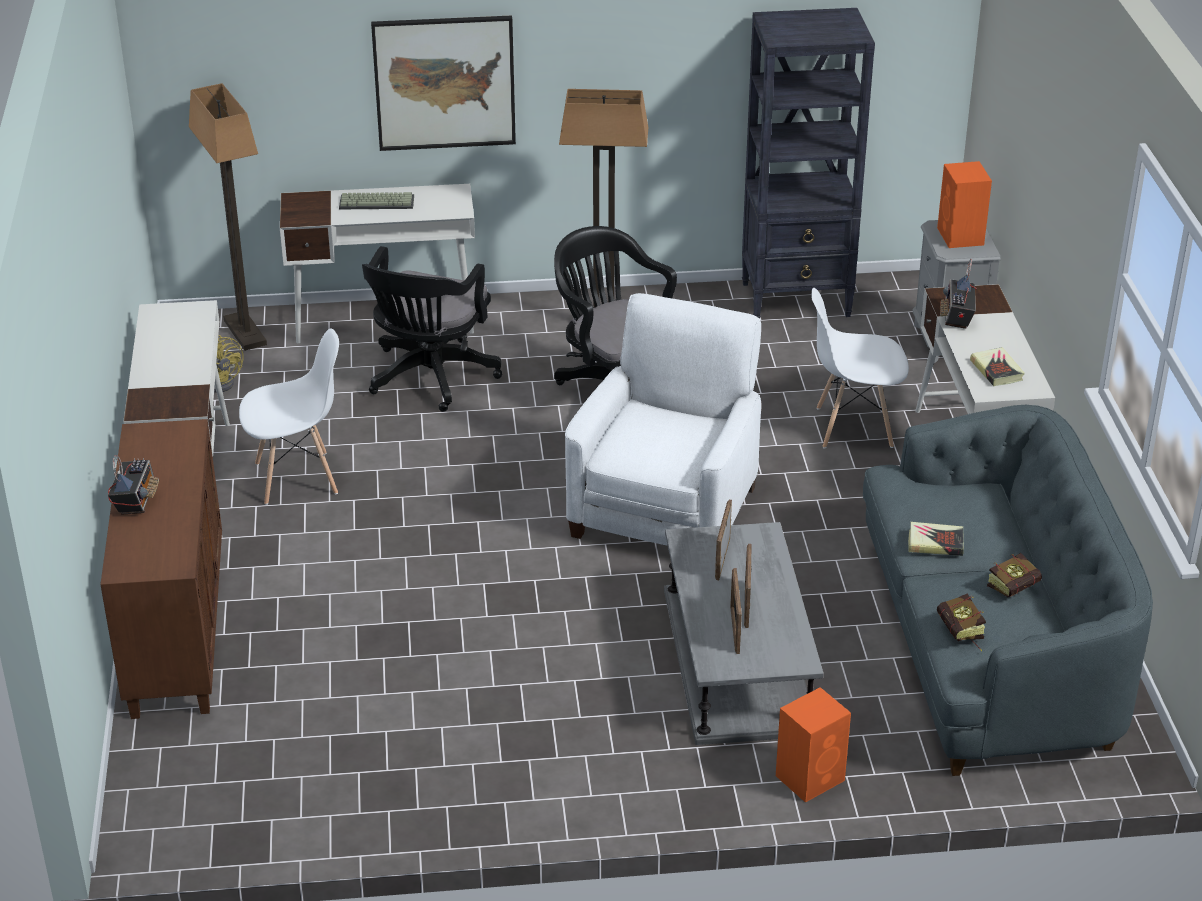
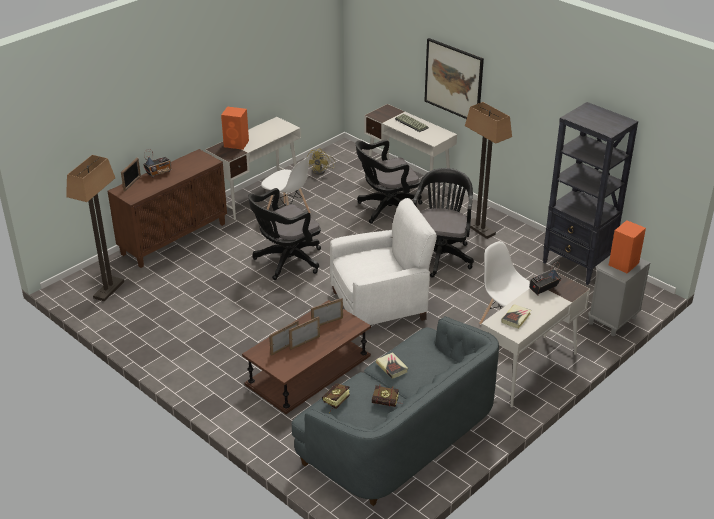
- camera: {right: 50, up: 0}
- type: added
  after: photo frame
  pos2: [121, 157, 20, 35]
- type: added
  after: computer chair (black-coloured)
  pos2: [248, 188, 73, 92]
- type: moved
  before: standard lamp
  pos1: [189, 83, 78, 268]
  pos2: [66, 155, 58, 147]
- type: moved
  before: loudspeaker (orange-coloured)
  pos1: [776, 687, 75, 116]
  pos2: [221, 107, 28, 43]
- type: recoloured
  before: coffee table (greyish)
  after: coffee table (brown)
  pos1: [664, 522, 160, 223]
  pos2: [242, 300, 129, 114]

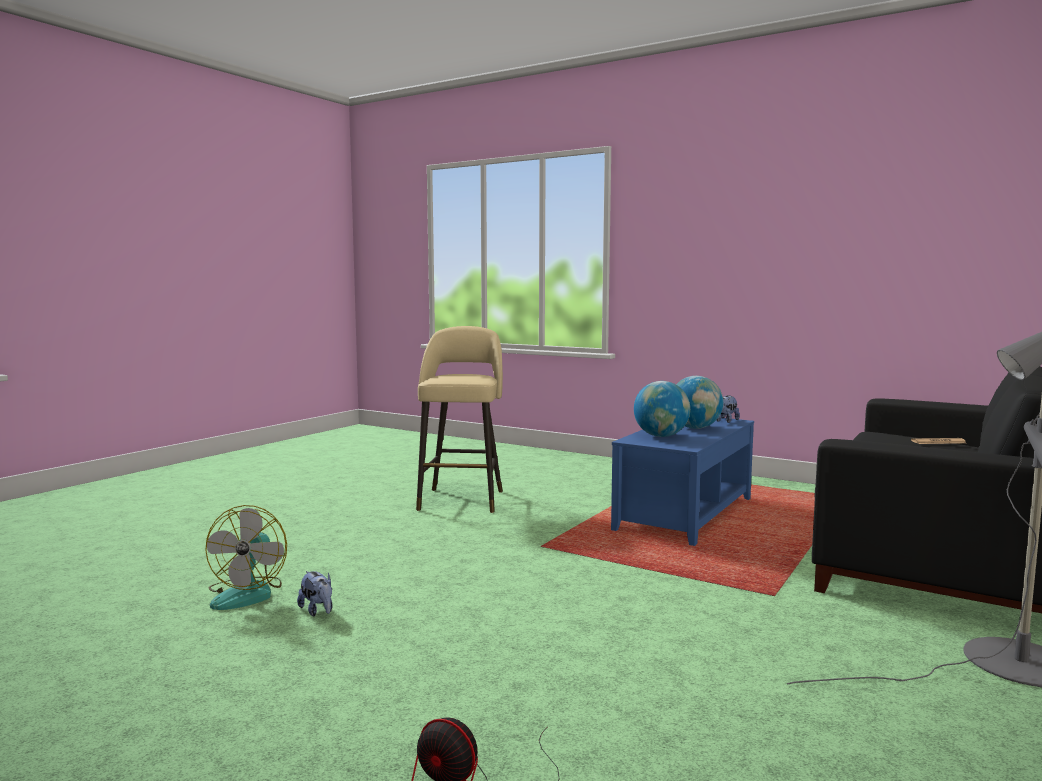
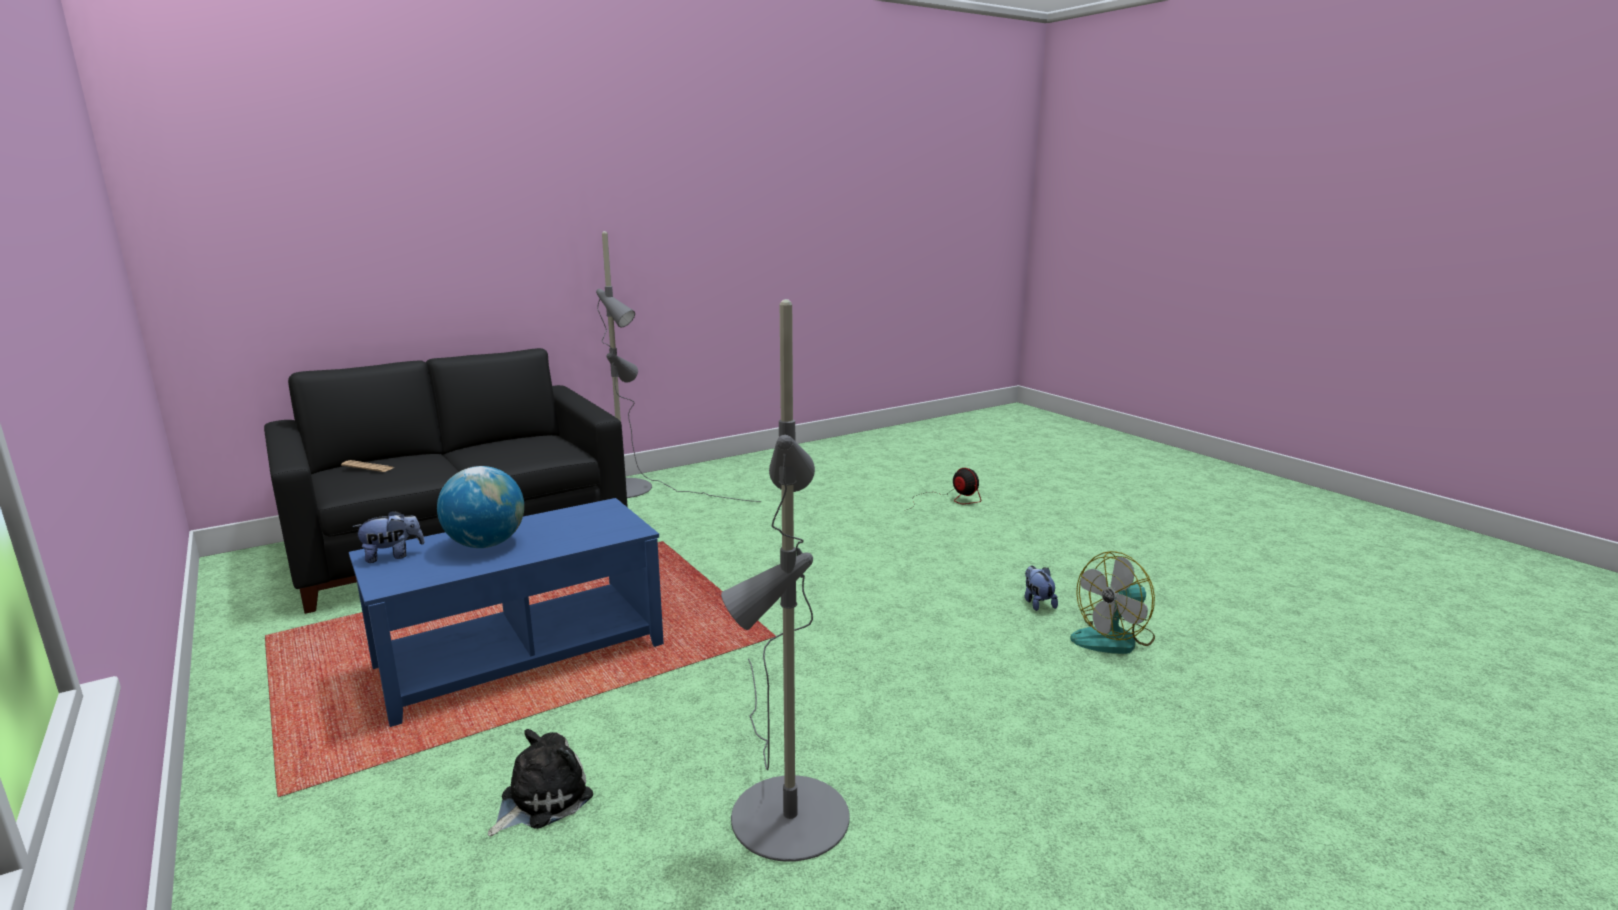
- camera: {right: -155, up: 10}
- type: removed
  before: desk globe
  pos1: [634, 381, 56, 56]
- type: added
  after: plush toy
  pos2: [488, 729, 105, 108]
- type: replaced
  before: stool seat (beige-coloured)
  after: standard lamp (greyish)
  pos1: [416, 326, 87, 187]
  pos2: [721, 299, 129, 563]
- type: turned
  before: cooling fan
  pos1: [206, 505, 81, 105]
  pos2: [1070, 551, 85, 103]
  turn: -150

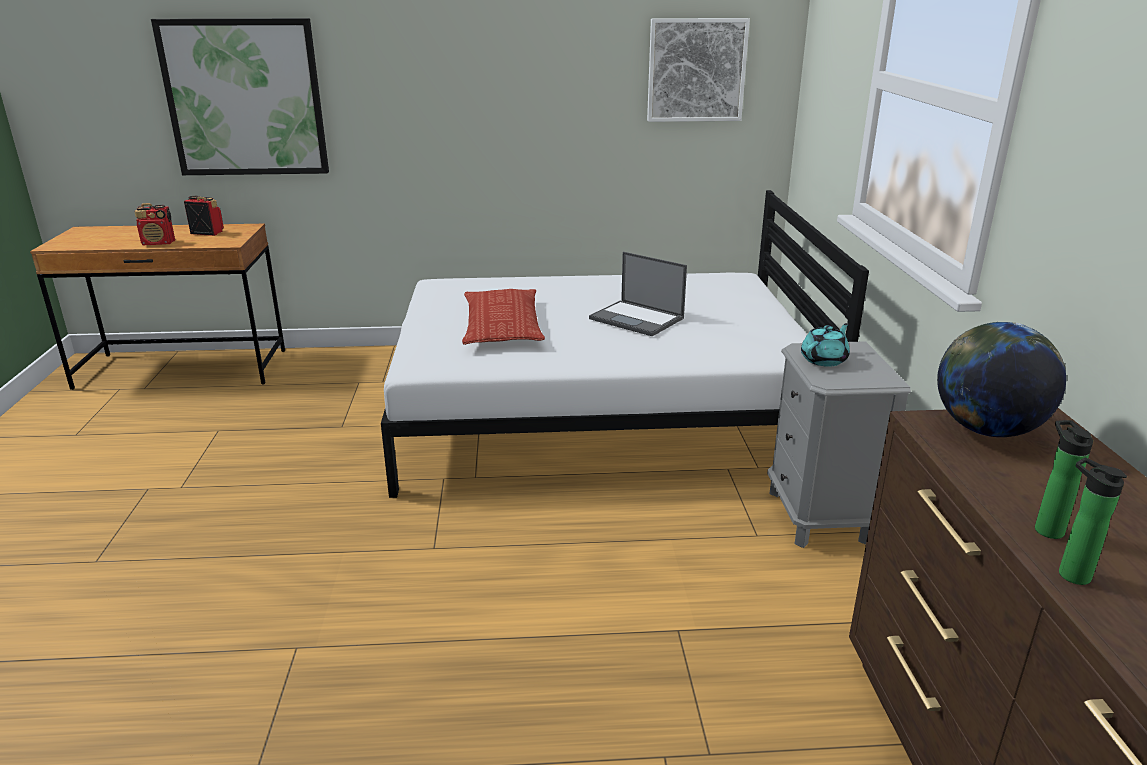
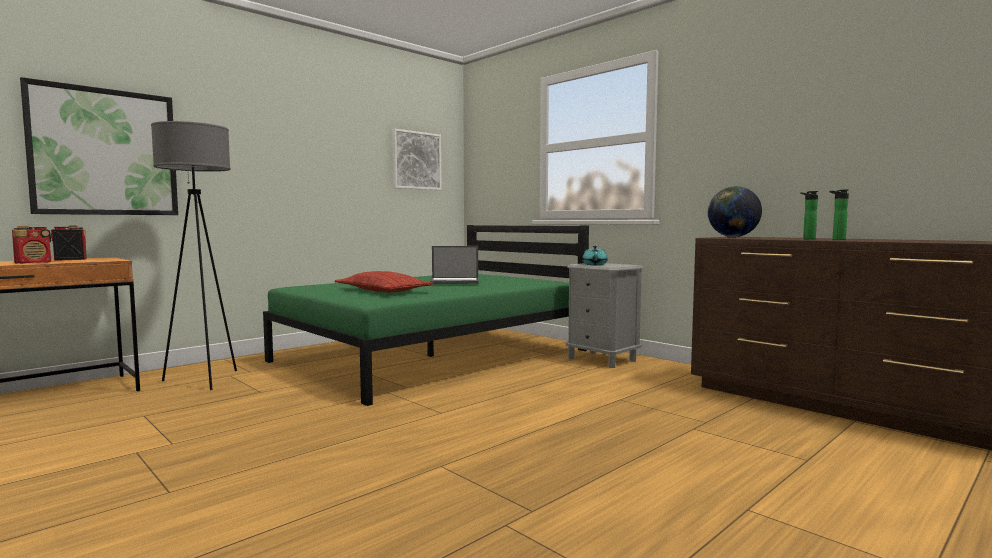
- camera: {right: -40, up: -20}
- type: added
  after: standard lamp (greyish)
  pos2: [151, 121, 86, 269]
- type: recoloured
  before: bed (white)
  after: bed (green-coloured)
  pos1: [381, 190, 488, 308]
  pos2: [263, 225, 326, 181]

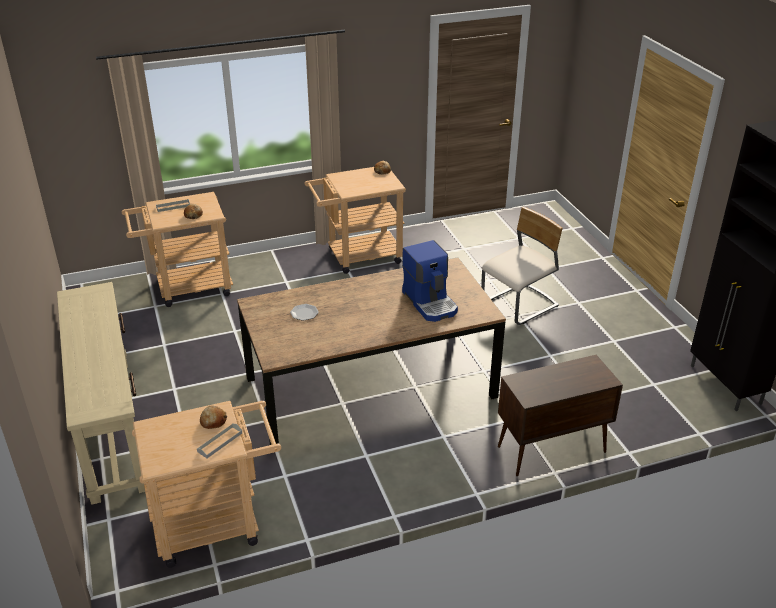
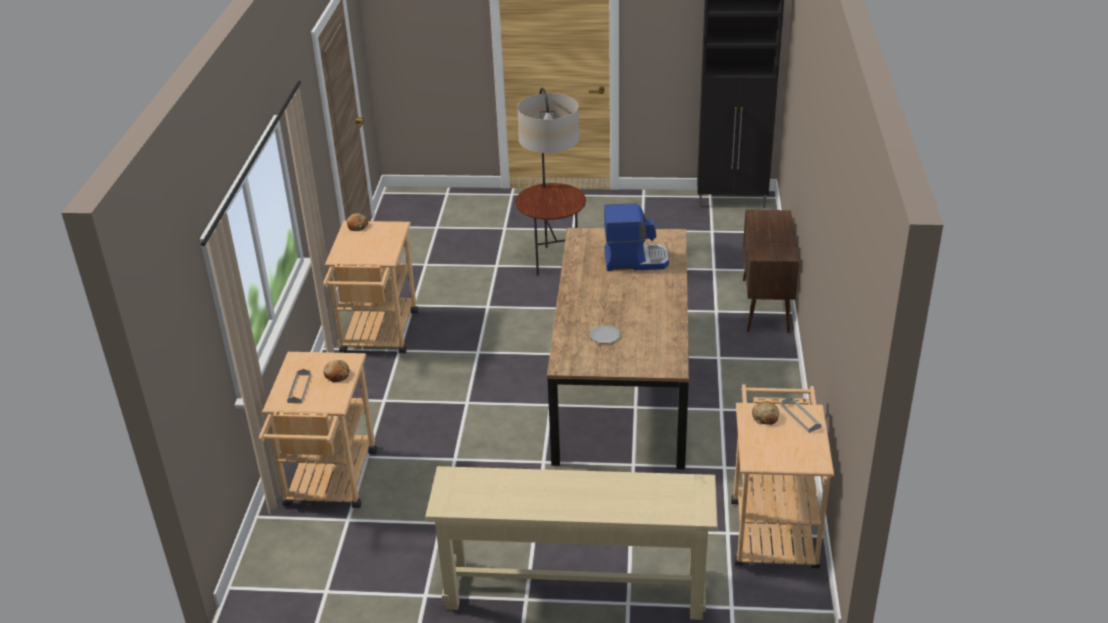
- camera: {right: -65, up: 0}
- type: replaced
  before: upright chair (beige-coloured)
  after: standard lamp
  pos1: [481, 207, 82, 118]
  pos2: [515, 88, 71, 188]

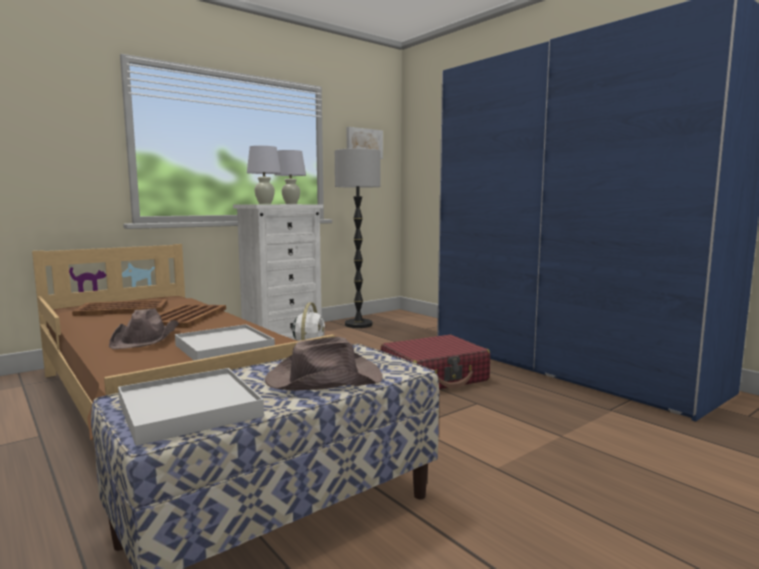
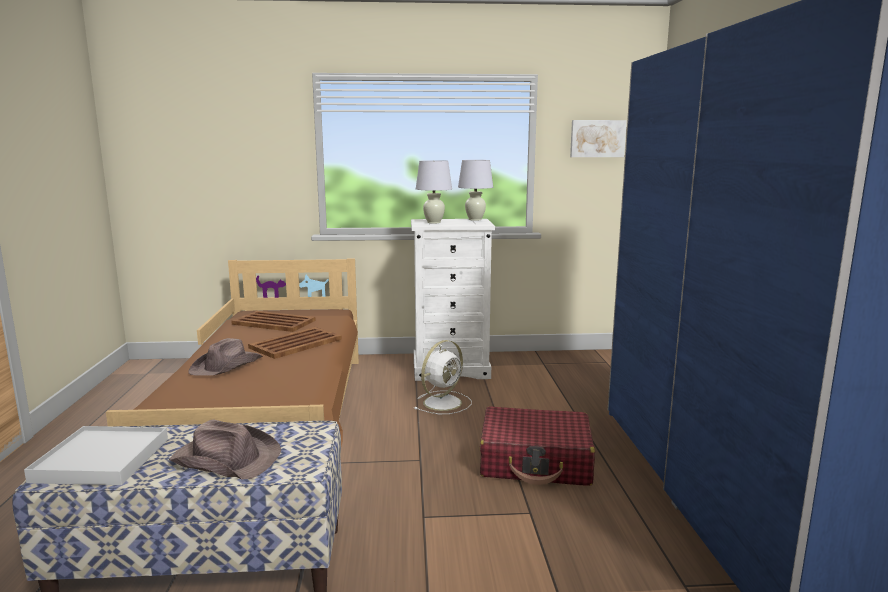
- camera: {right: 35, up: 5}
- type: removed
  before: tray (white)
  pos1: [175, 324, 100, 36]
- type: removed
  before: standard lamp
  pos1: [335, 148, 46, 180]

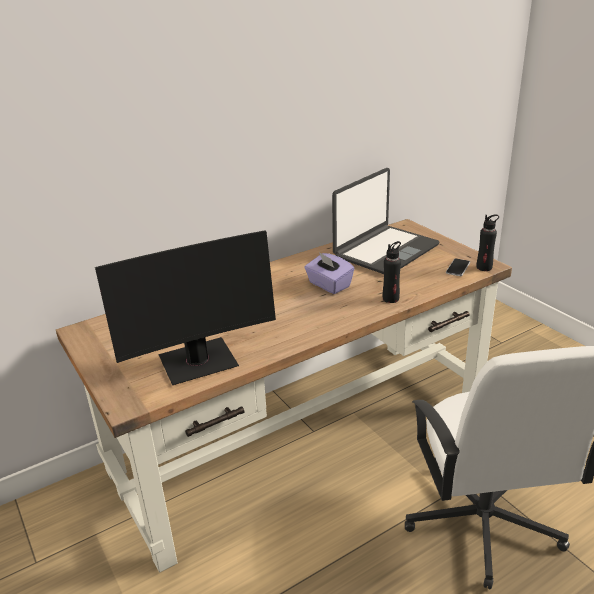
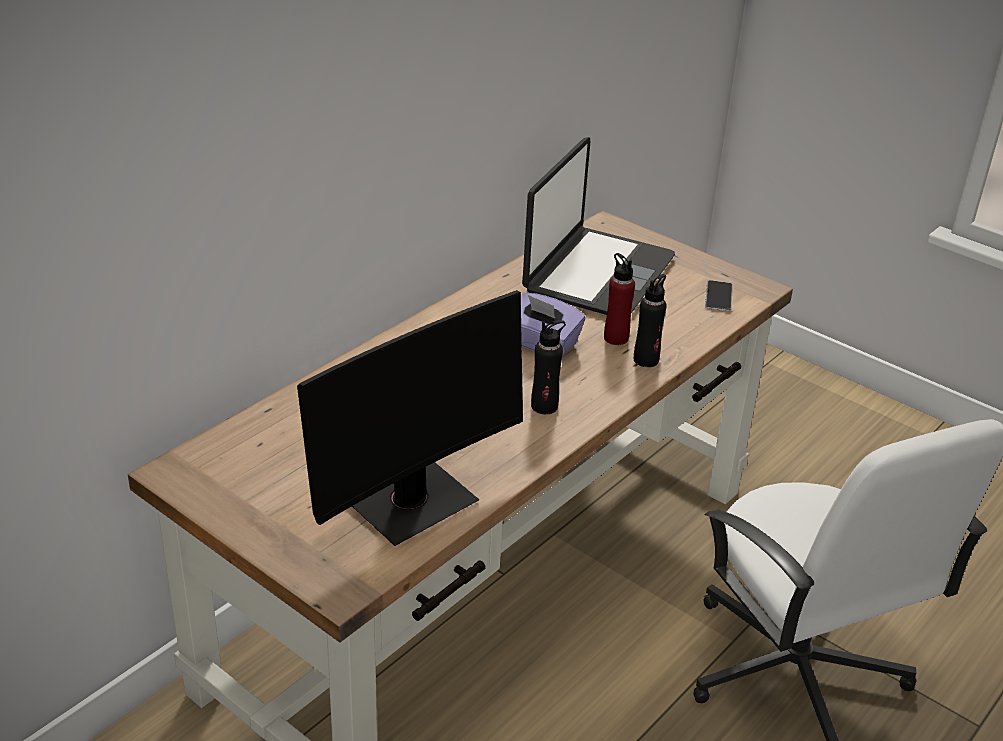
- camera: {right: -20, up: 5}
- type: added
  after: bottle (reddish)
  pos2: [604, 253, 31, 92]
- type: moved
  before: bottle (black-coloured)
  pos1: [477, 215, 22, 56]
  pos2: [531, 320, 35, 94]

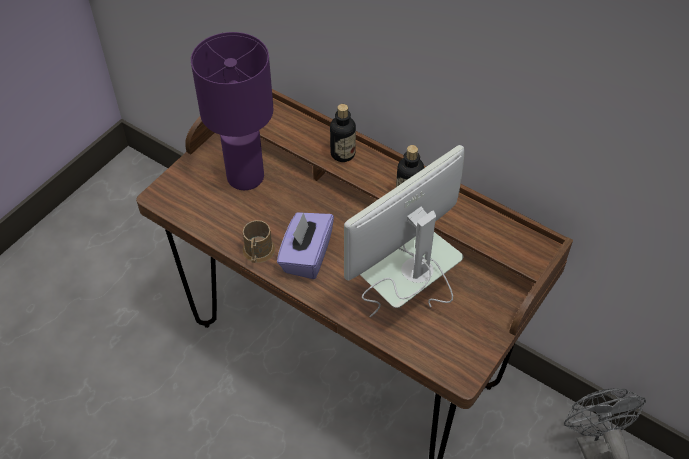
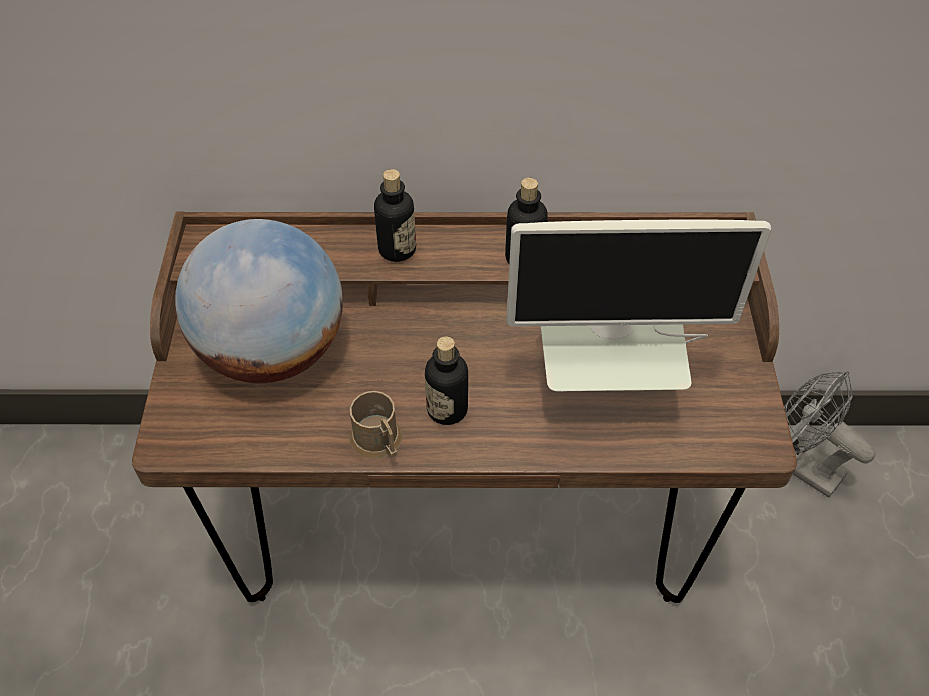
- camera: {right: -35, up: 0}
- type: replaced
  before: lamp for a table (purplish)
  after: desk globe
  pos1: [191, 32, 82, 158]
  pos2: [175, 219, 168, 164]
- type: replaced
  before: tissue holder (purplish)
  after: bottle
  pos1: [277, 212, 57, 67]
  pos2: [425, 337, 43, 88]
- type: turned
  before: computer screen
  pos1: [344, 145, 120, 173]
  pos2: [506, 220, 266, 171]
  turn: -105

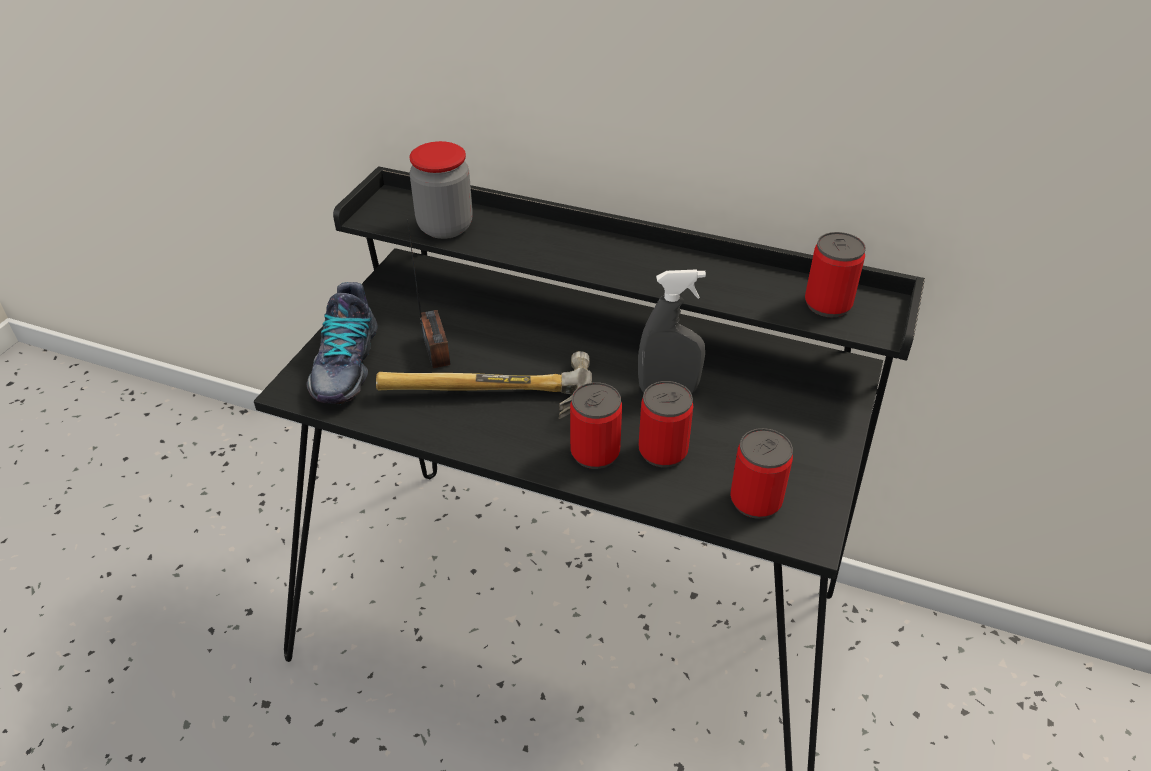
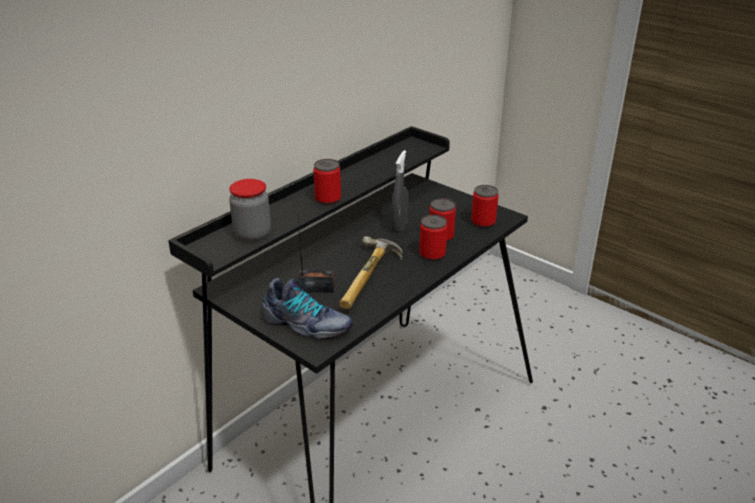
- camera: {right: -70, up: -10}
- type: moved
  before: metal can
  pos1: [805, 232, 61, 85]
  pos2: [313, 159, 28, 46]

